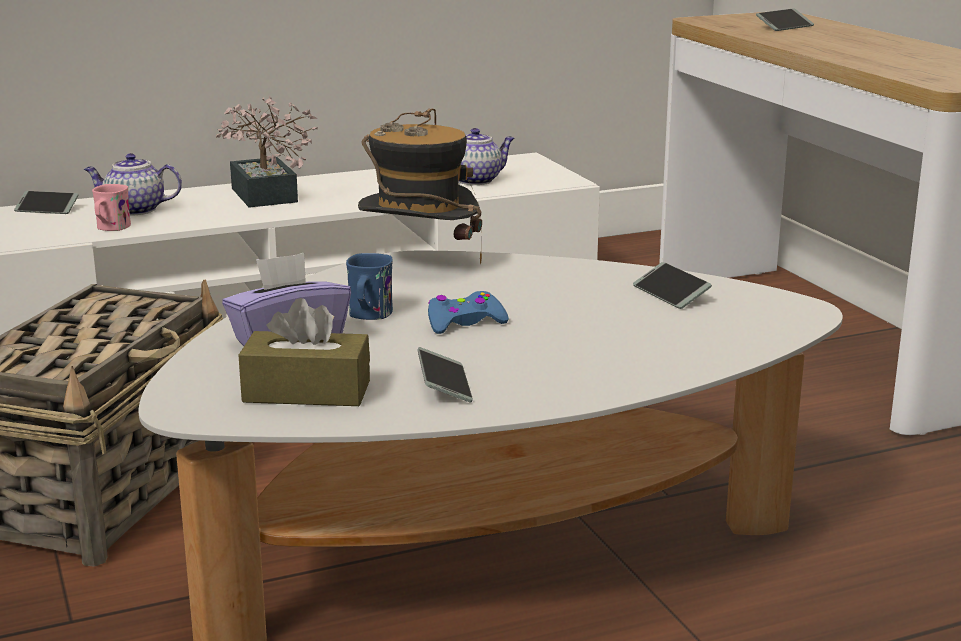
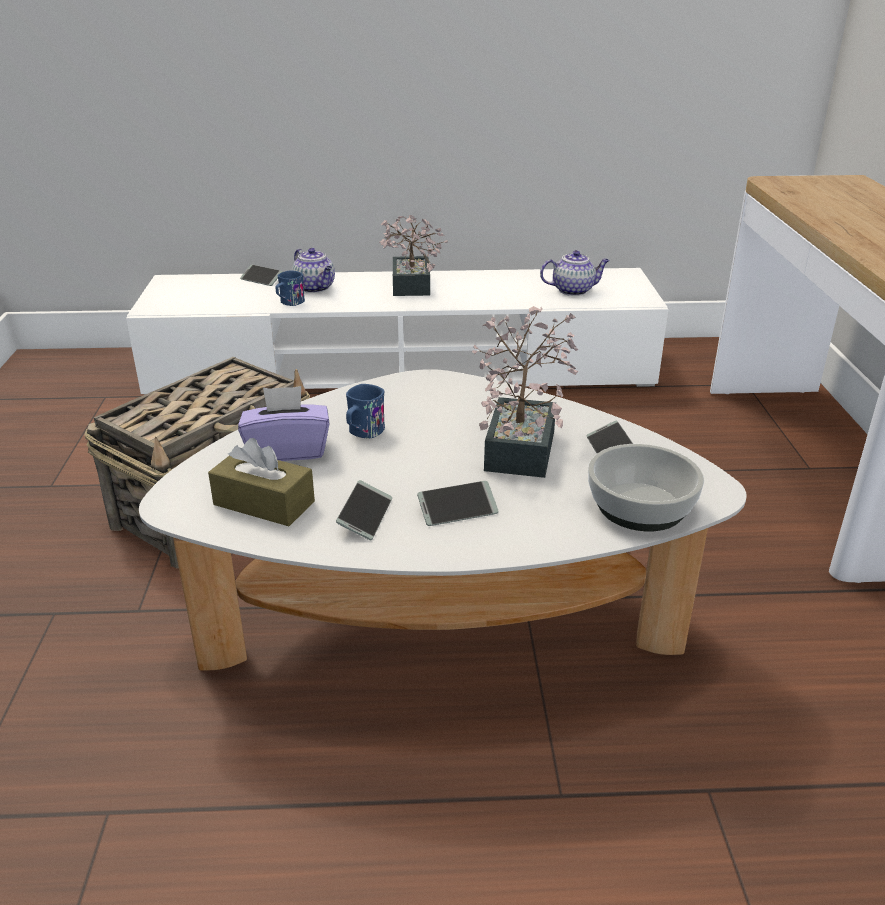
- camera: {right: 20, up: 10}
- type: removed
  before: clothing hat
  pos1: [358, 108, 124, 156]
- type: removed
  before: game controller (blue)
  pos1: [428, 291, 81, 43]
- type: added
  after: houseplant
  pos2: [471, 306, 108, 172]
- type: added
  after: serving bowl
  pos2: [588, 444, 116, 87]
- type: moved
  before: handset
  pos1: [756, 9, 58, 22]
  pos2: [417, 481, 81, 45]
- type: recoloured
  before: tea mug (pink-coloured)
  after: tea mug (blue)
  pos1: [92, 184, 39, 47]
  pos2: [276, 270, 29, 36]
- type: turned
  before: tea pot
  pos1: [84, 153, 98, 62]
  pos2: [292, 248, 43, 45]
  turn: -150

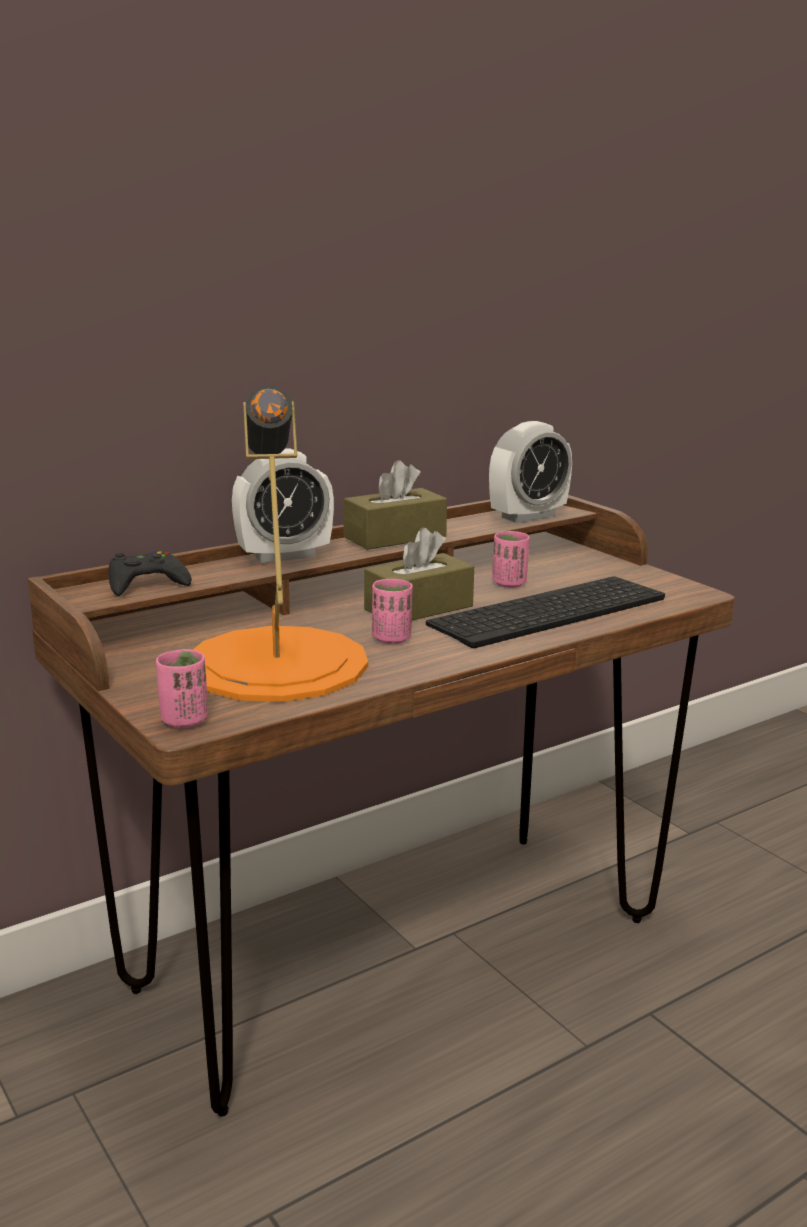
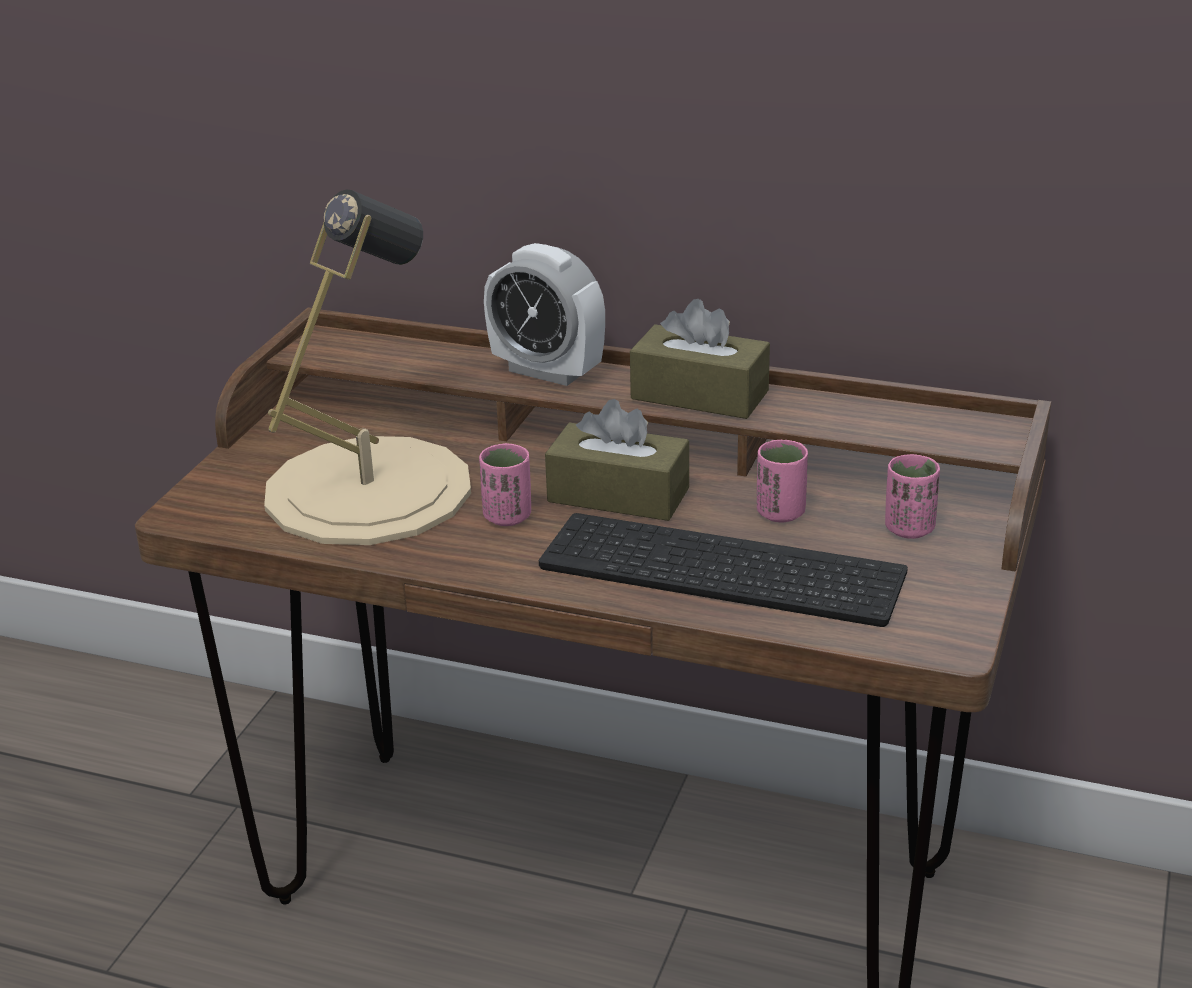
- camera: {right: 55, up: 10}
- type: removed
  before: game controller (black-coloured)
  pos1: [108, 551, 84, 45]
- type: removed
  before: table clock
  pos1: [489, 421, 83, 102]
- type: moved
  before: drinking cup (pink-coloured)
  pos1: [156, 649, 52, 79]
  pos2: [885, 454, 55, 85]
- type: recoloured
  before: lamp for a table (orange-coloured)
  after: lamp for a table (beige-coloured)
  pos1: [193, 385, 175, 317]
  pos2: [264, 189, 207, 356]

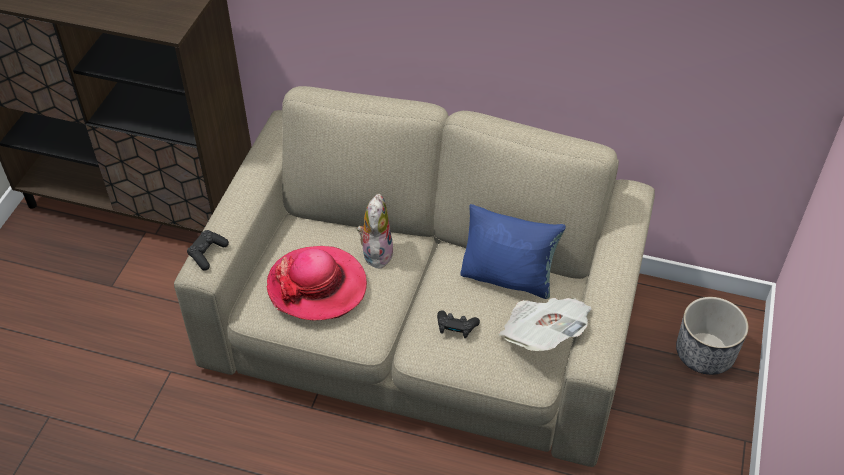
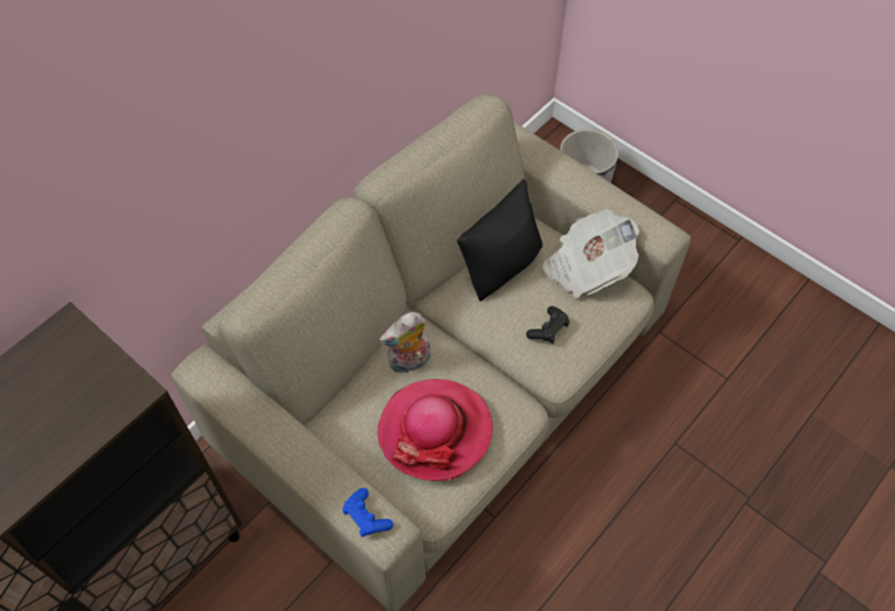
- camera: {right: -65, up: 10}
- type: recoloured
  before: game controller (black-coloured)
  after: game controller (blue)
  pos1: [187, 230, 42, 41]
  pos2: [342, 488, 51, 49]
- type: recoloured
  before: cushion (blue)
  after: cushion (black-coloured)
  pos1: [460, 204, 106, 95]
  pos2: [457, 179, 86, 122]
- type: turned
  before: plush toy
  pos1: [357, 194, 36, 74]
  pos2: [379, 312, 51, 61]
  turn: -60

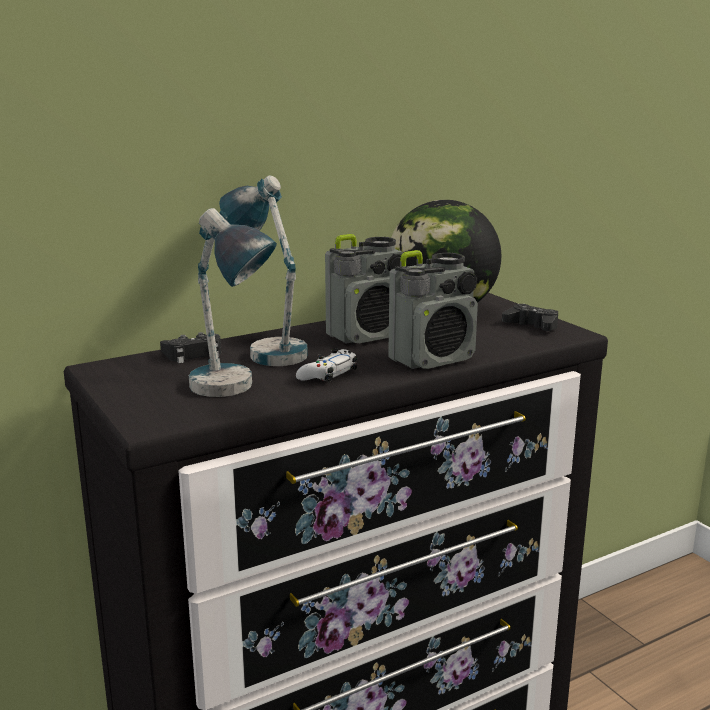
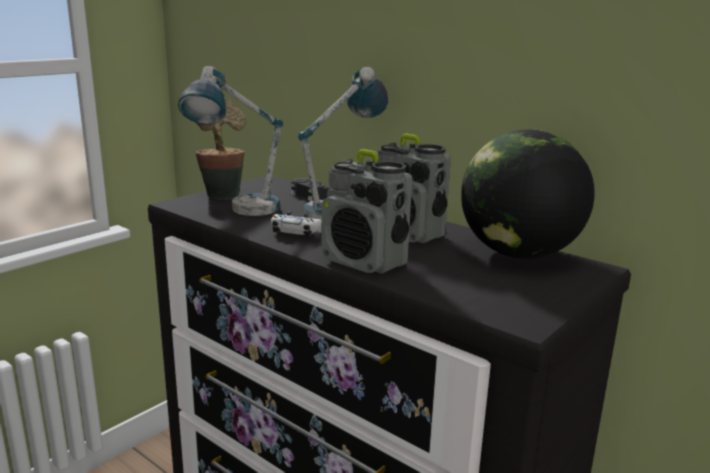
- camera: {right: 70, up: 0}
- type: removed
  before: game controller (black-coloured)
  pos1: [502, 304, 56, 27]
- type: added
  after: houseplant
  pos2: [196, 96, 50, 104]

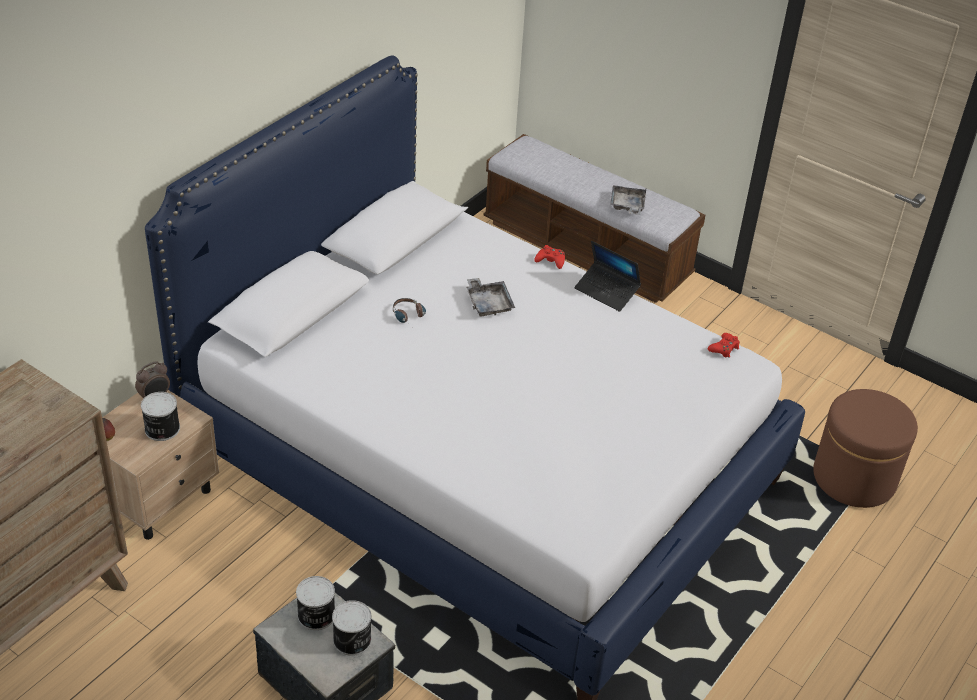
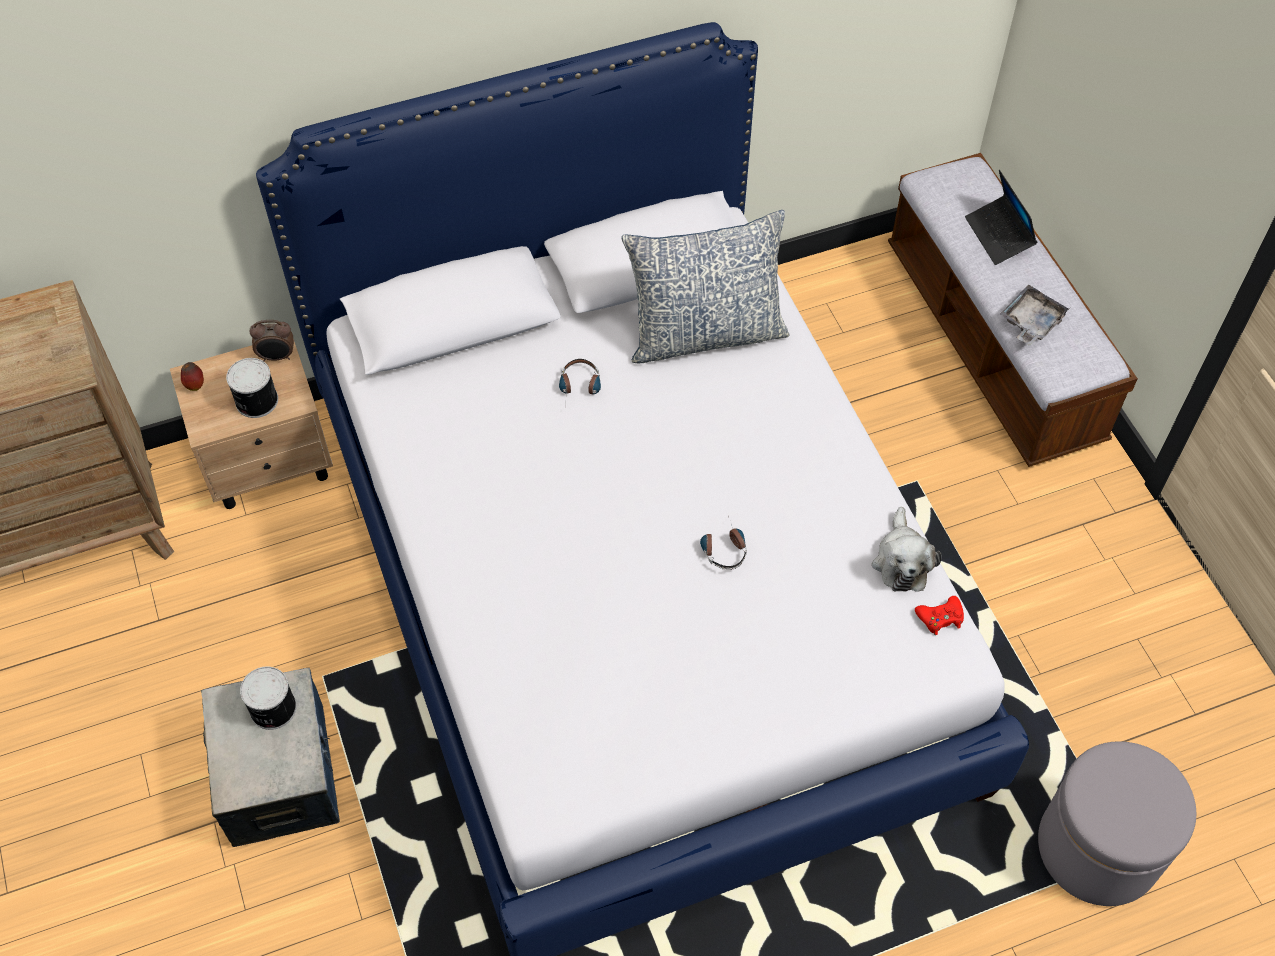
- camera: {right: 35, up: 15}
- type: removed
  before: metal can
  pos1: [332, 600, 40, 56]
- type: removed
  before: tray (greyish)
  pos1: [466, 278, 49, 39]
- type: removed
  before: game controller (reddish)
  pos1: [534, 245, 31, 24]
- type: added
  after: cushion
  pos2: [621, 210, 169, 153]
- type: added
  after: pair of headphones
  pos2: [700, 516, 47, 54]
- type: added
  after: plush toy
  pos2: [872, 507, 70, 85]
- type: moved
  before: portable computer
  pos1: [574, 241, 67, 71]
  pos2: [965, 170, 72, 95]
- type: recoloured
  before: ottoman (brown)
  after: ottoman (greyish)
  pos1: [813, 389, 105, 119]
  pos2: [1038, 741, 158, 165]

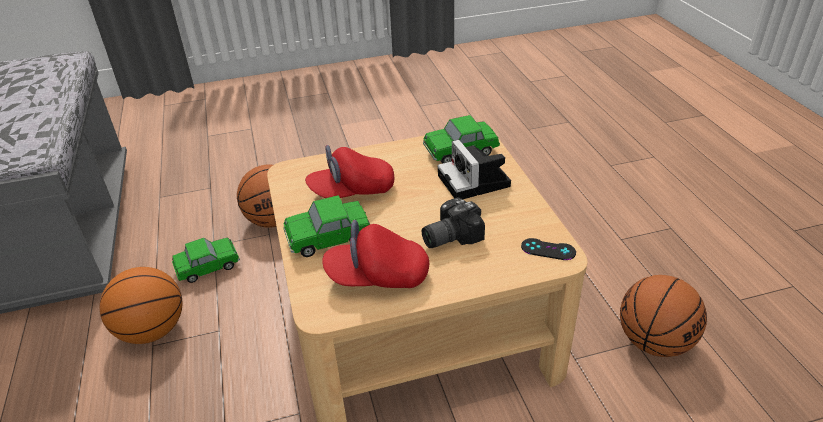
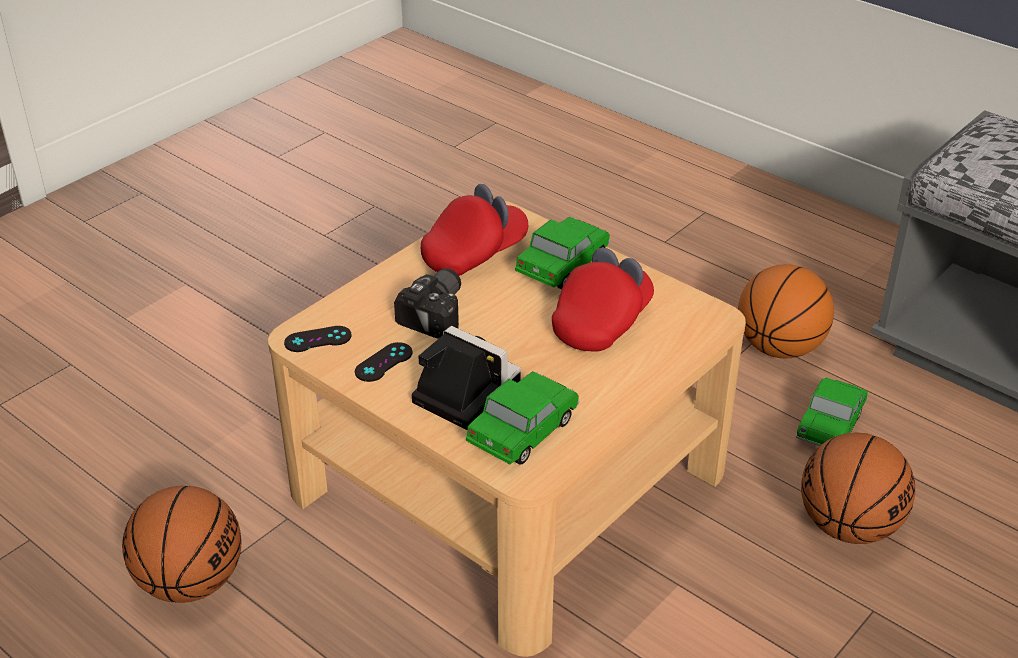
- camera: {right: 145, up: 0}
- type: added
  after: game controller (black-coloured)
  pos2: [355, 342, 57, 40]

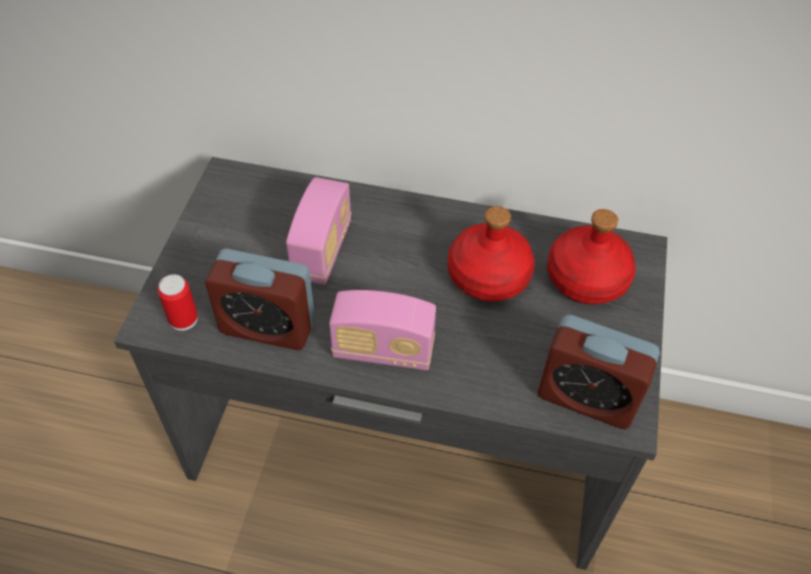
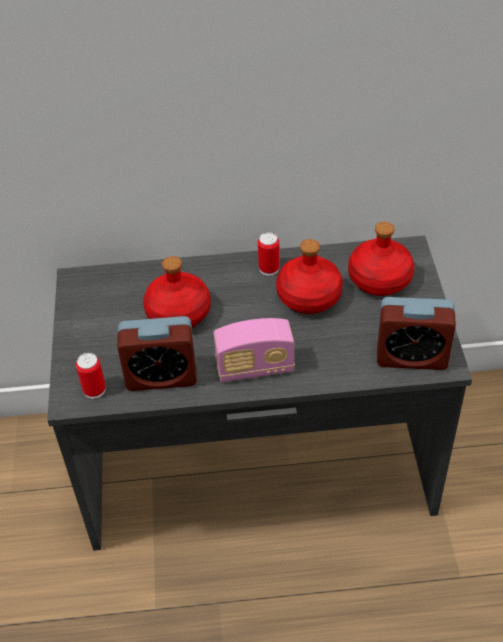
- camera: {right: -15, up: -5}
- type: added
  after: metal can
  pos2: [258, 232, 22, 44]
- type: replaced
  before: radio set
  after: bottle (reddish)
  pos1: [286, 177, 65, 108]
  pos2: [143, 256, 68, 72]

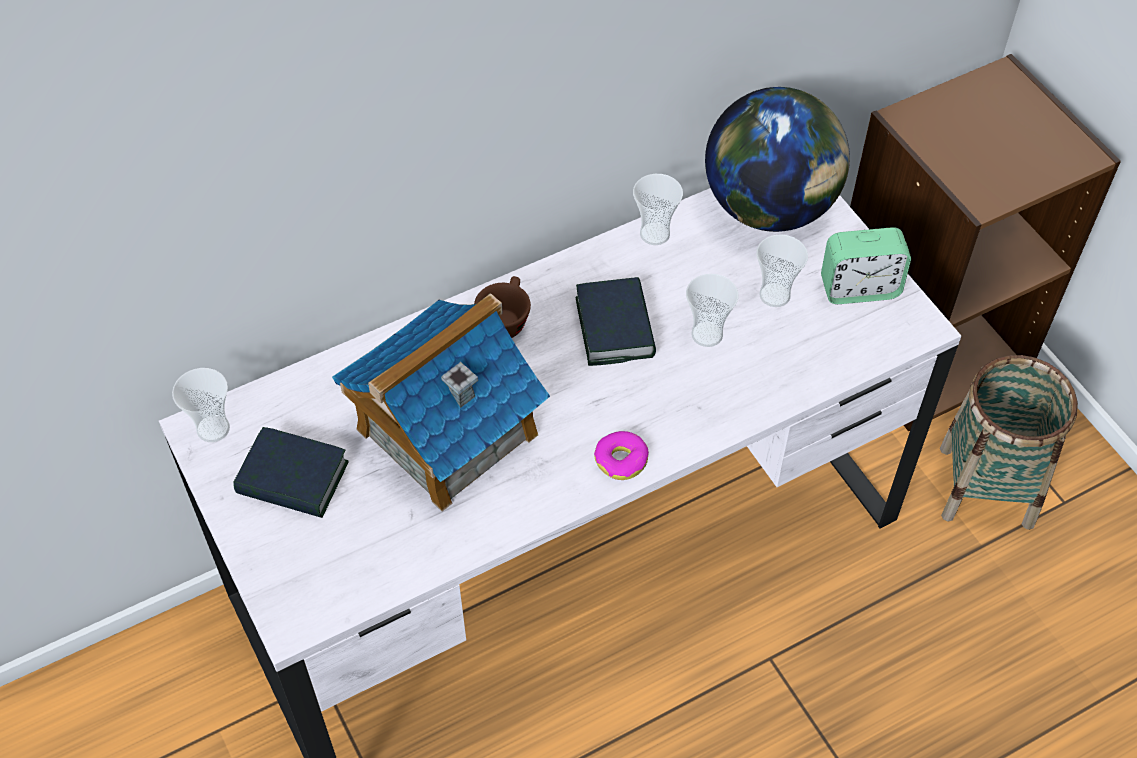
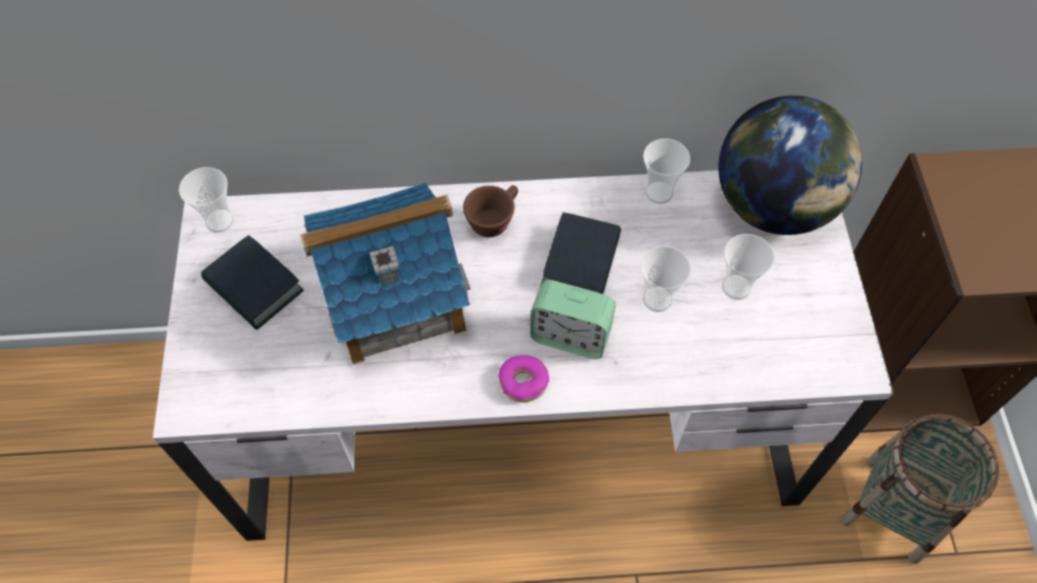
- camera: {right: 25, up: 5}
- type: moved
  before: table clock
  pos1: [821, 227, 90, 77]
  pos2: [530, 280, 86, 79]

